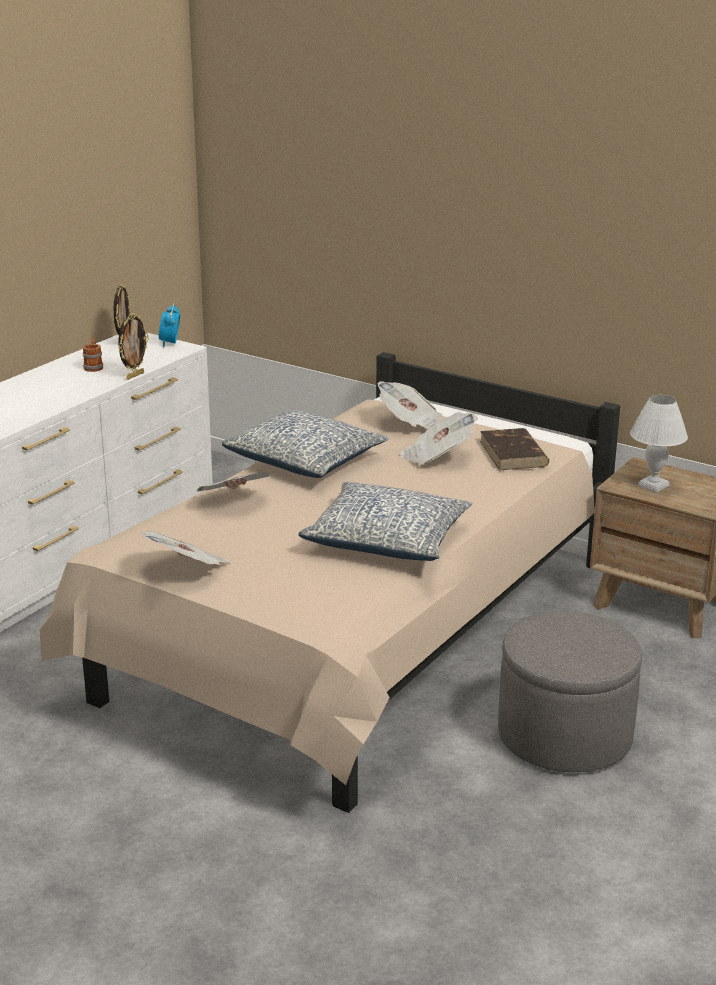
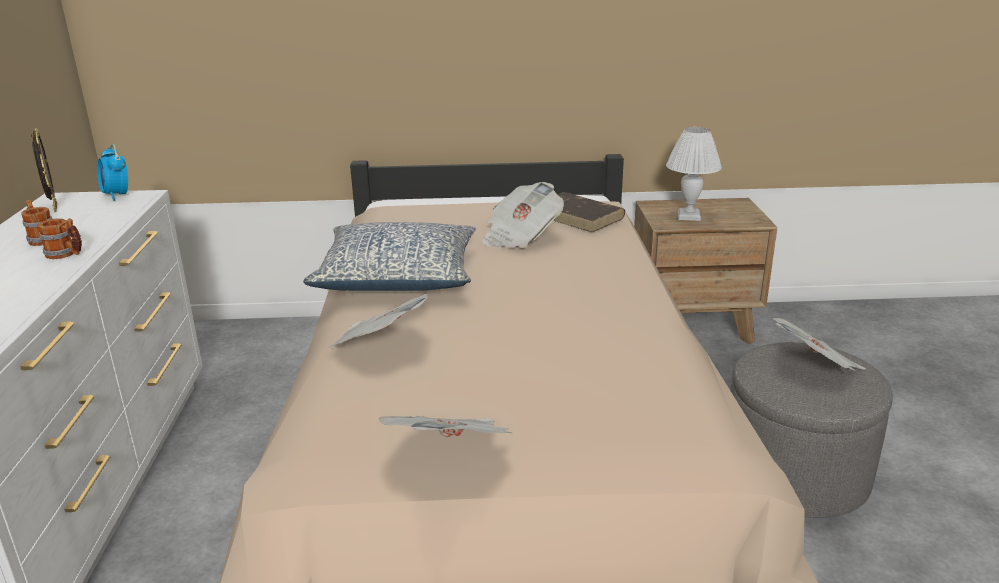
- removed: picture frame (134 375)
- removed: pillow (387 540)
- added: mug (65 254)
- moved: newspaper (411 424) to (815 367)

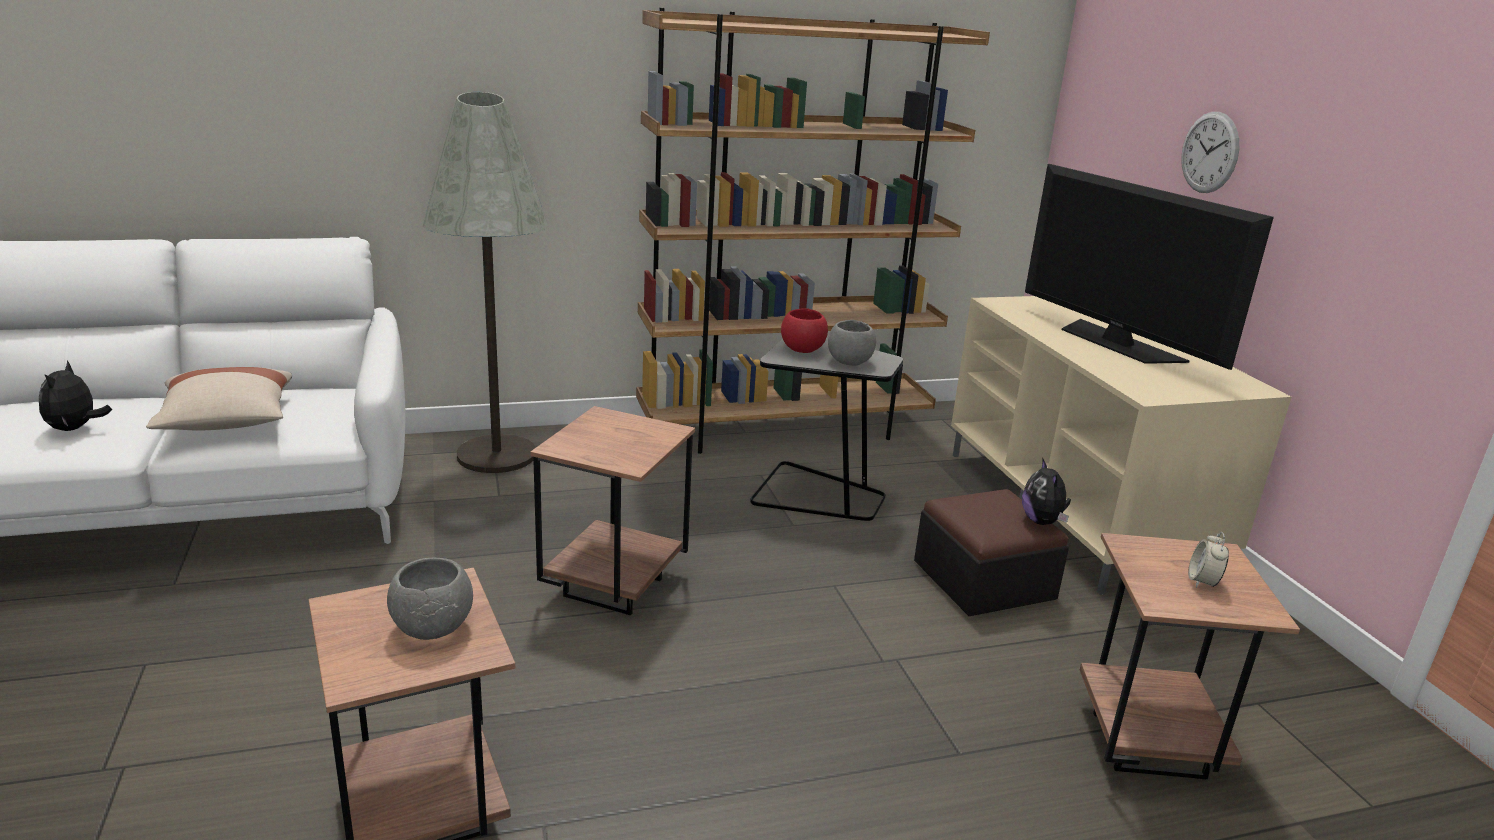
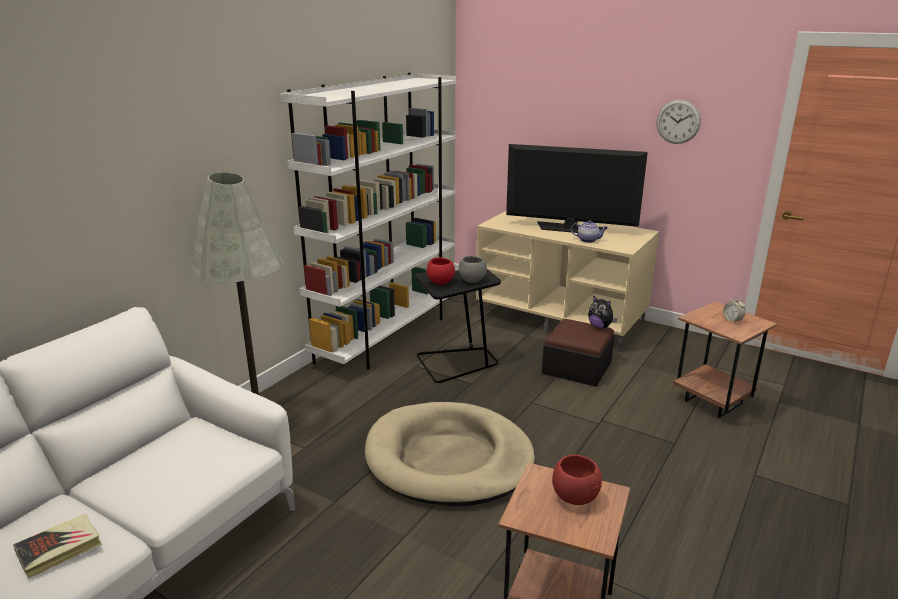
- removed: pillow (beige) (227 422)
- added: teapot (588 240)
- moved: wall clock (1209 152) to (678 122)
- replaced: plush toy (75 428) to book (60 549)
- replaced: side table (brown) (616 587) to dog bed (beige) (449 459)
- recoloured: bowl (grey) (433 627) to bowl (red) (574 496)
- recoloured: bookcase (brown) (785 429) to bookcase (white) (387 336)

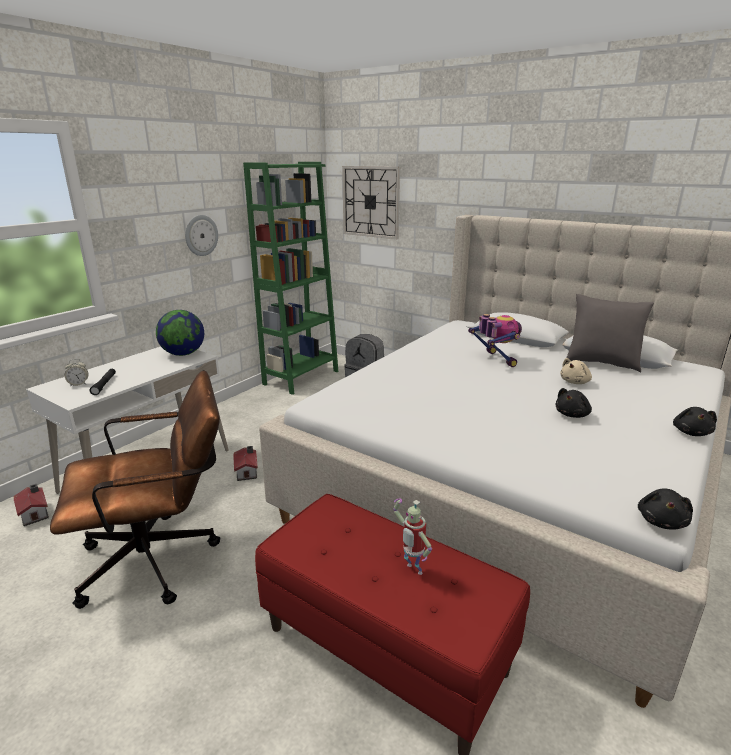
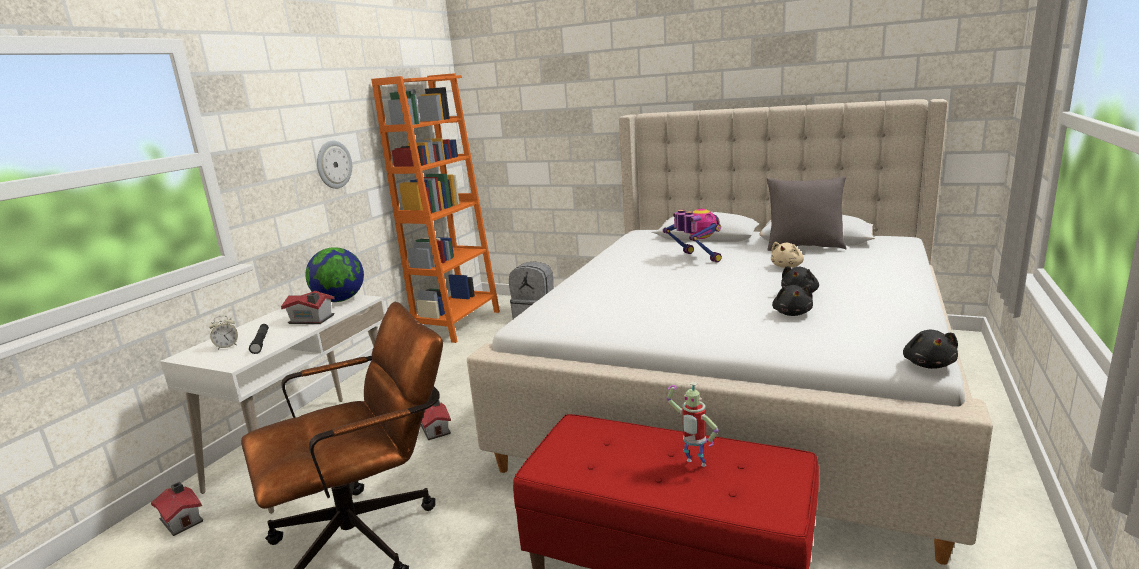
- removed: wall clock (371 202)
- added: toy house (312 320)
- moved: plush toy (black) (691 432) to (792 313)
- recoloured: bookcase (green) (301 377) to bookcase (orange) (458 324)

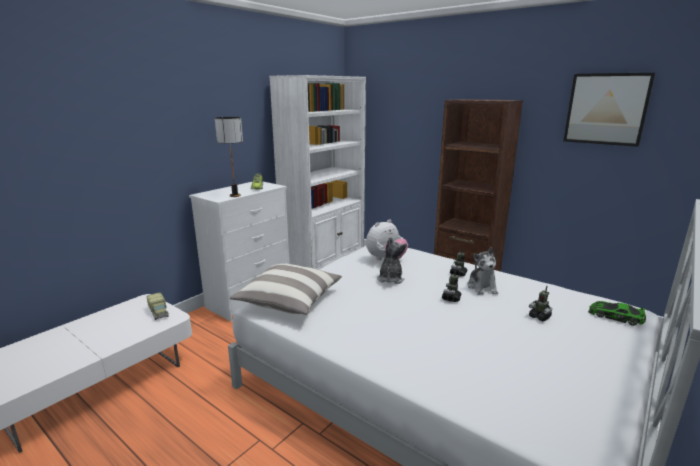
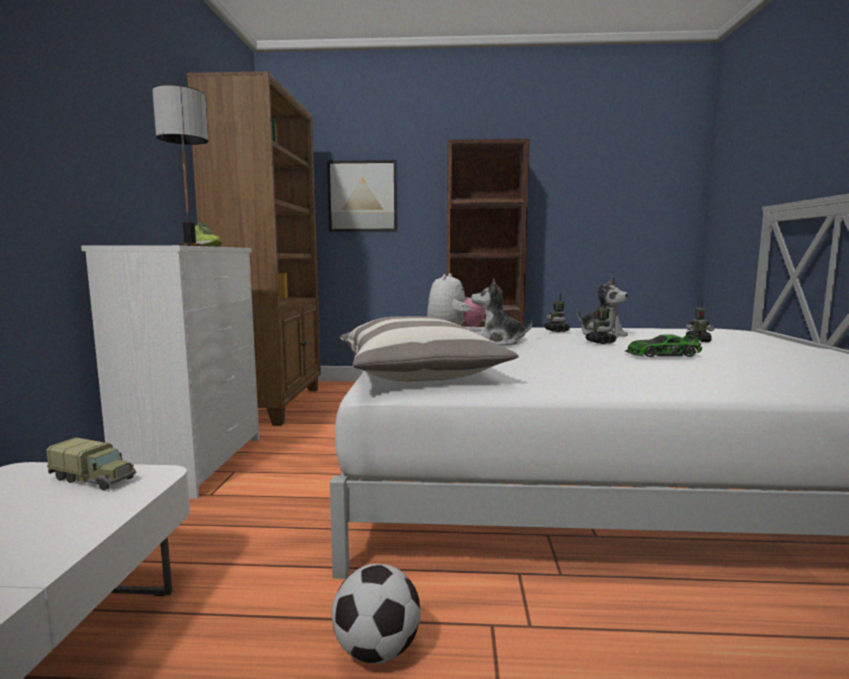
- added: football (377 651)
- moved: picture (606 109) to (362 196)
- moved: toy car (615 316) to (661 354)
- recoloured: bookcase (white) (324 265) to bookcase (brown) (273 404)
- turned: plush toy (390 279) = (498 342) 60 degrees counterclockwise

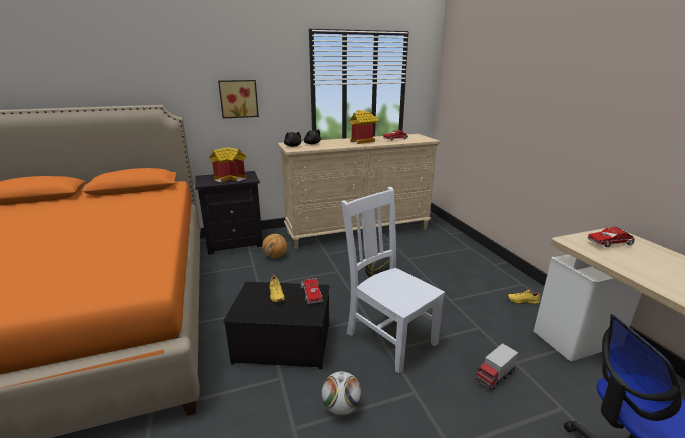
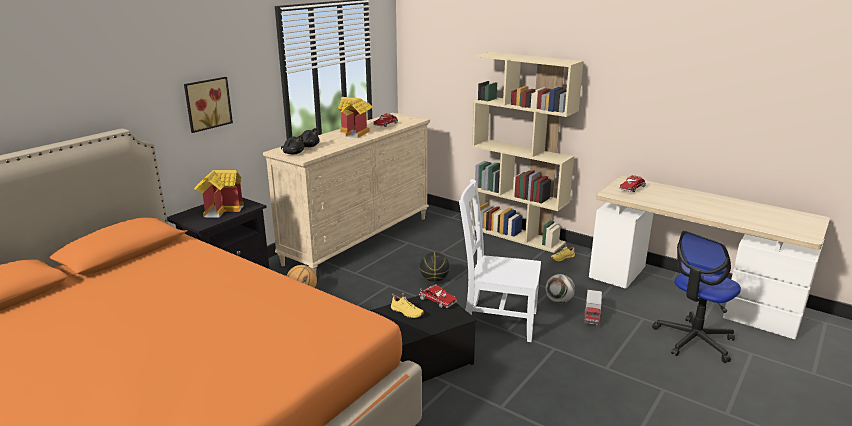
- added: bookcase (beige) (517 235)
- moved: football (341 407) to (558 301)

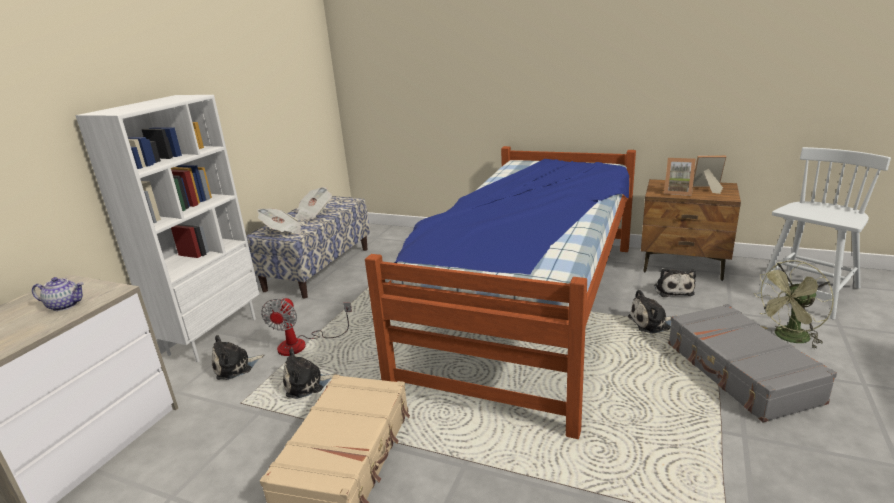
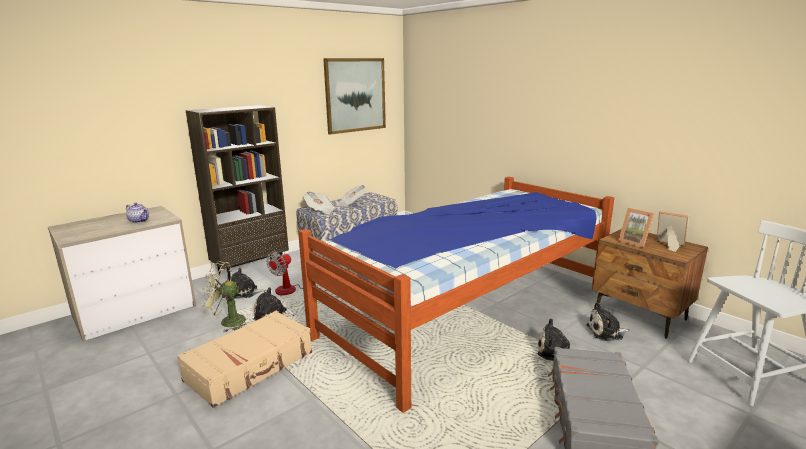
- added: picture (355 95)
- moved: fan (green) (788 338) to (227 322)
- recoloured: bookcase (white) (213 335) to bookcase (brown) (251 270)
- turned: plush toy (673 290) = (606 332) 60 degrees clockwise

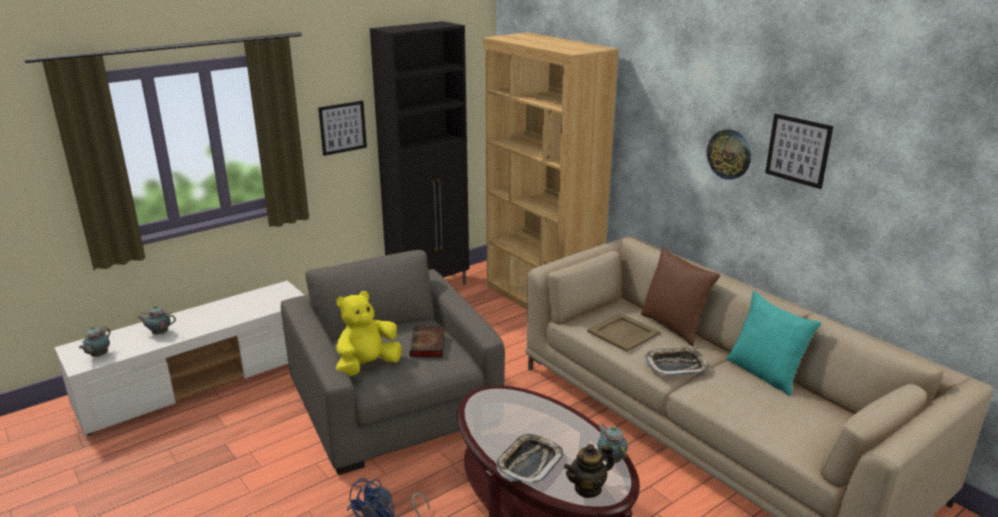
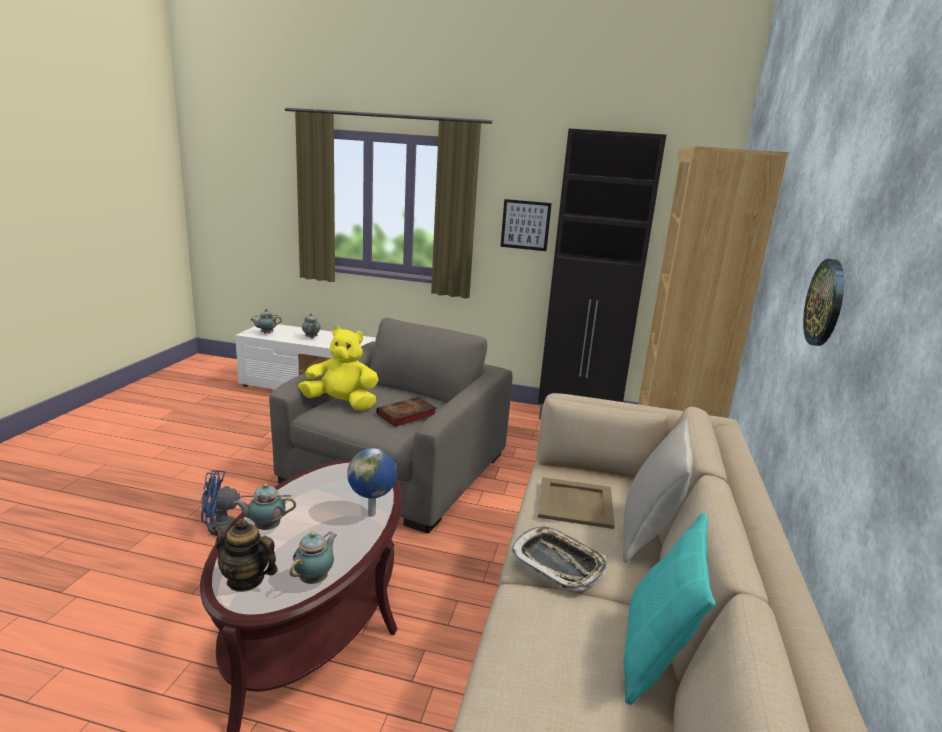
- removed: picture (798 150)
- added: globe (372 514)
- replaced: tray (529 463) to teapot (265 527)
- recoloured: pillow (brown) (673 327) to pillow (grey) (648 535)

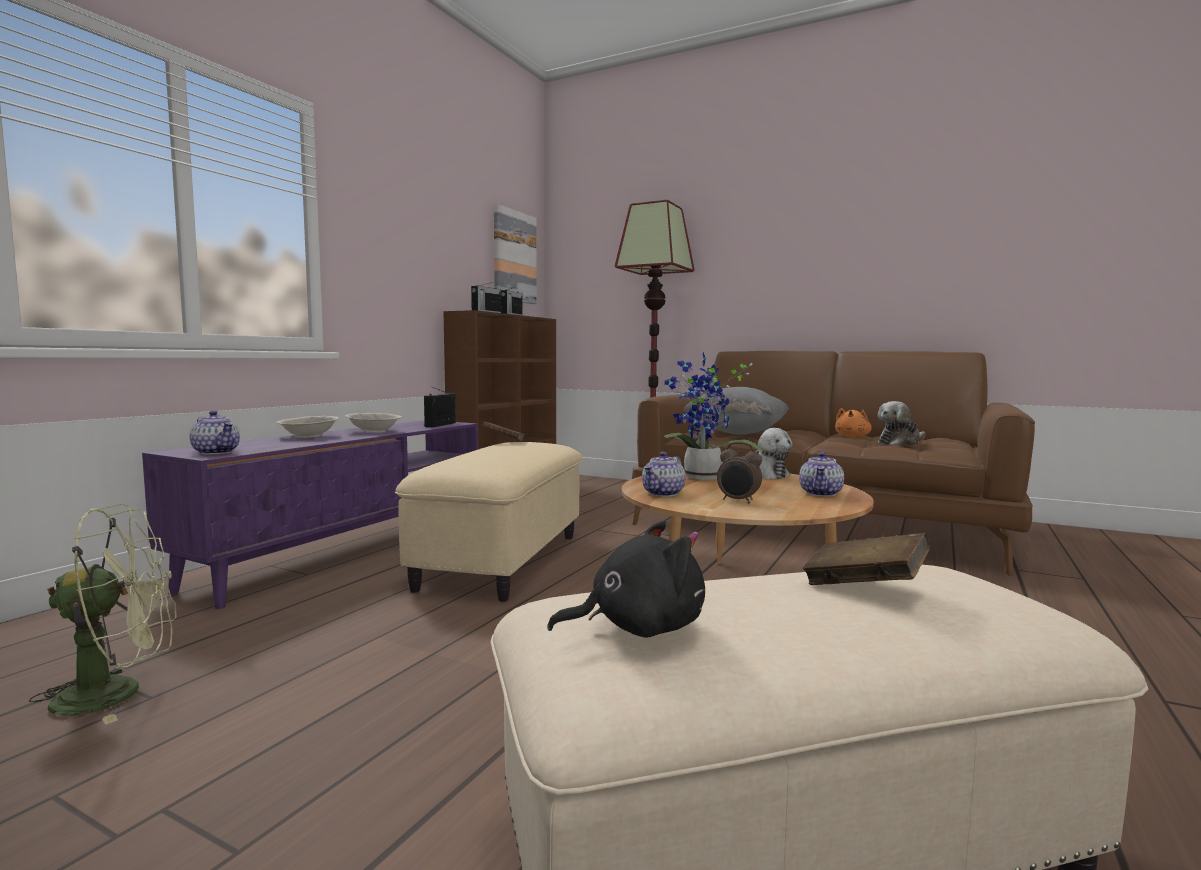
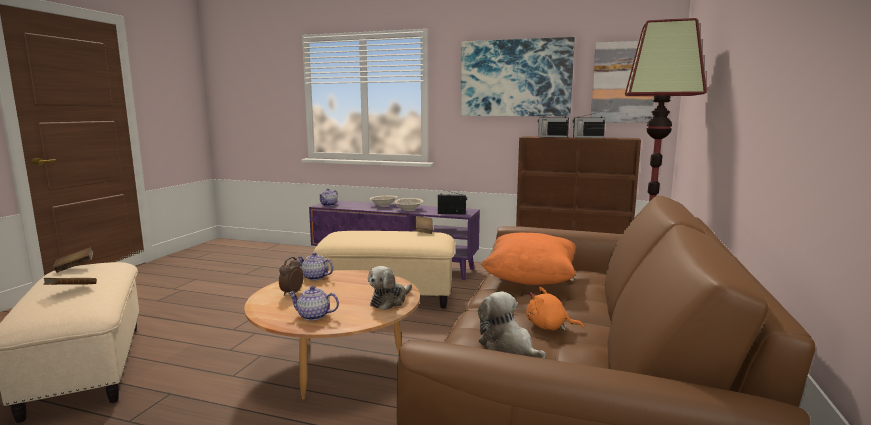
- removed: fan (green) (118 693)
- removed: potted plant (701 478)
- added: picture (515 78)
- replaced: plush toy (black) (638 628) to book (brown) (75 268)
- recoloured: pillow (grey) (737 433) to pillow (orange) (530 280)

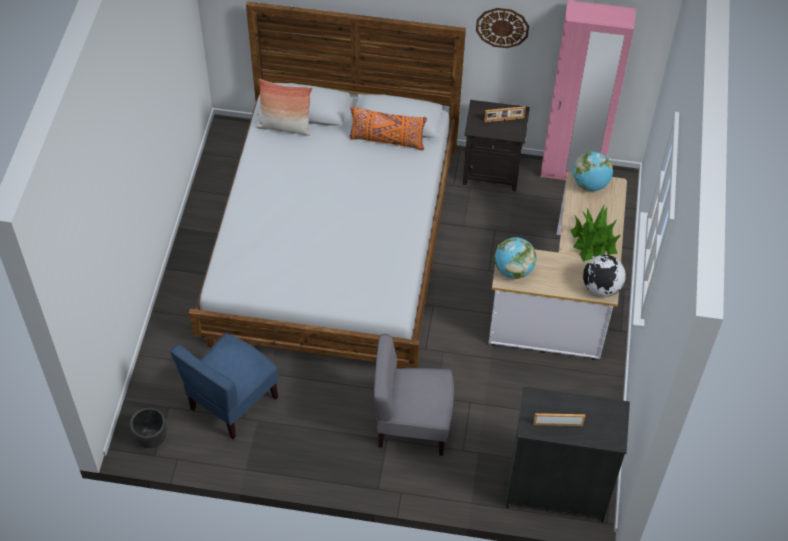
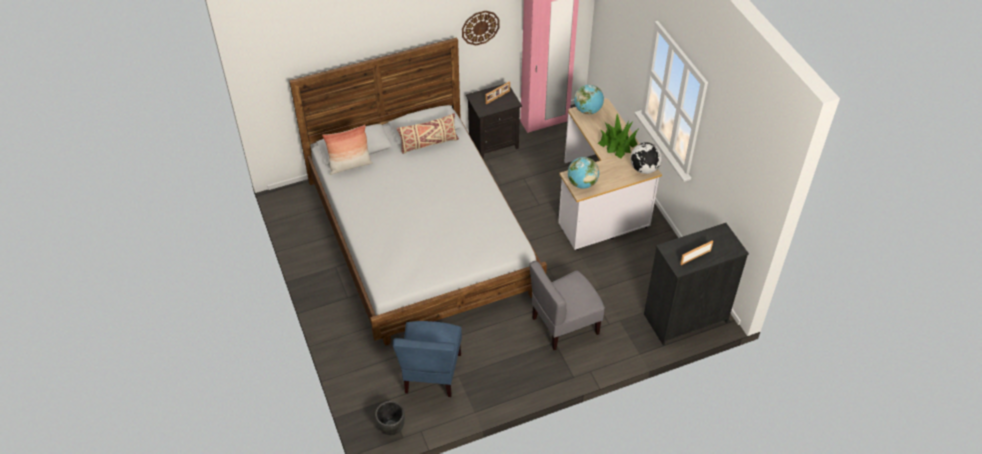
- recoloured: pillow (orange) (387 140) to pillow (beige) (428 143)

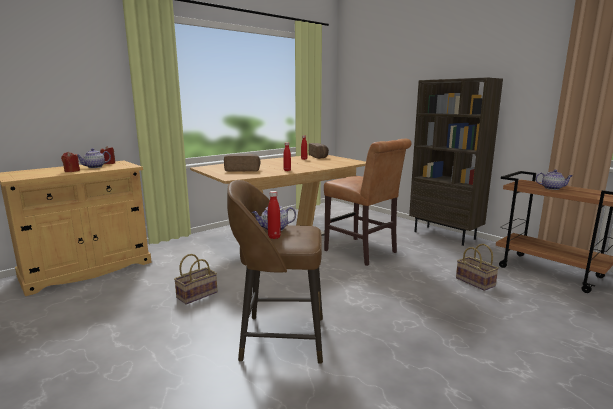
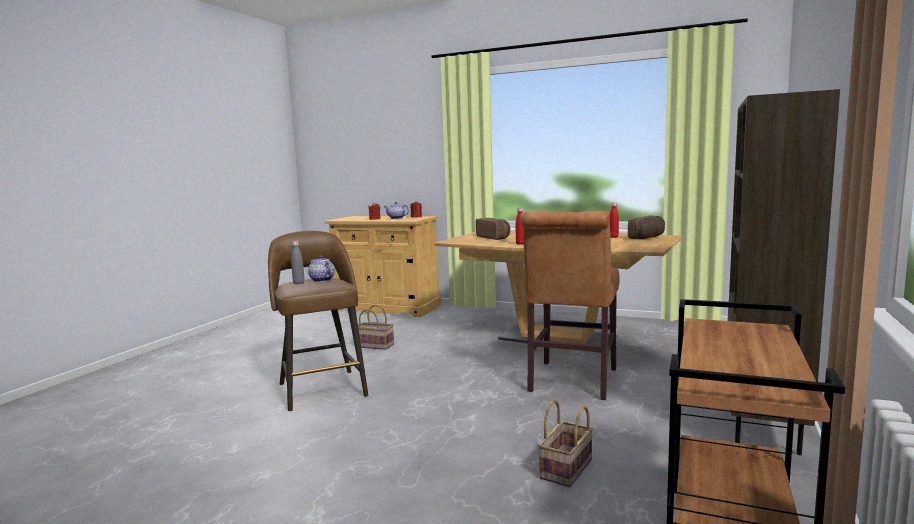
- removed: teapot (552 188)
- recoloured: bottle (red) (274 237) to bottle (grey) (298 283)

